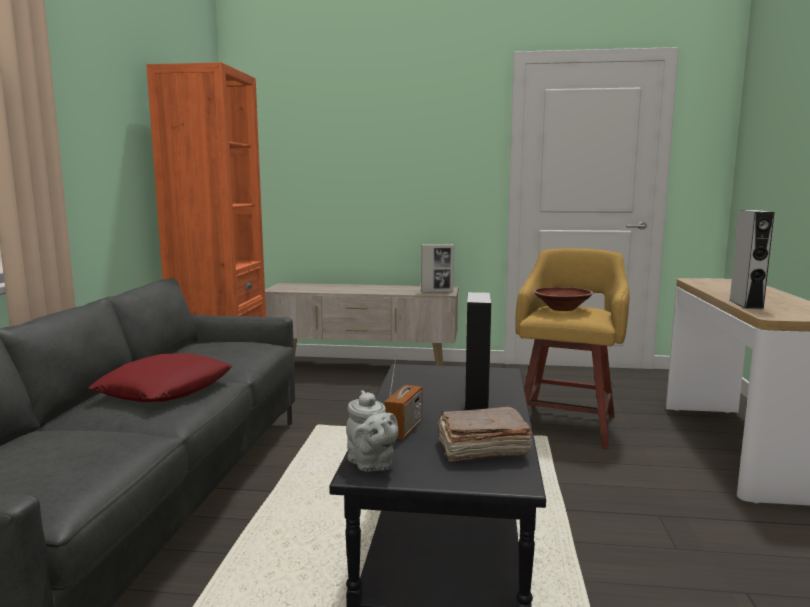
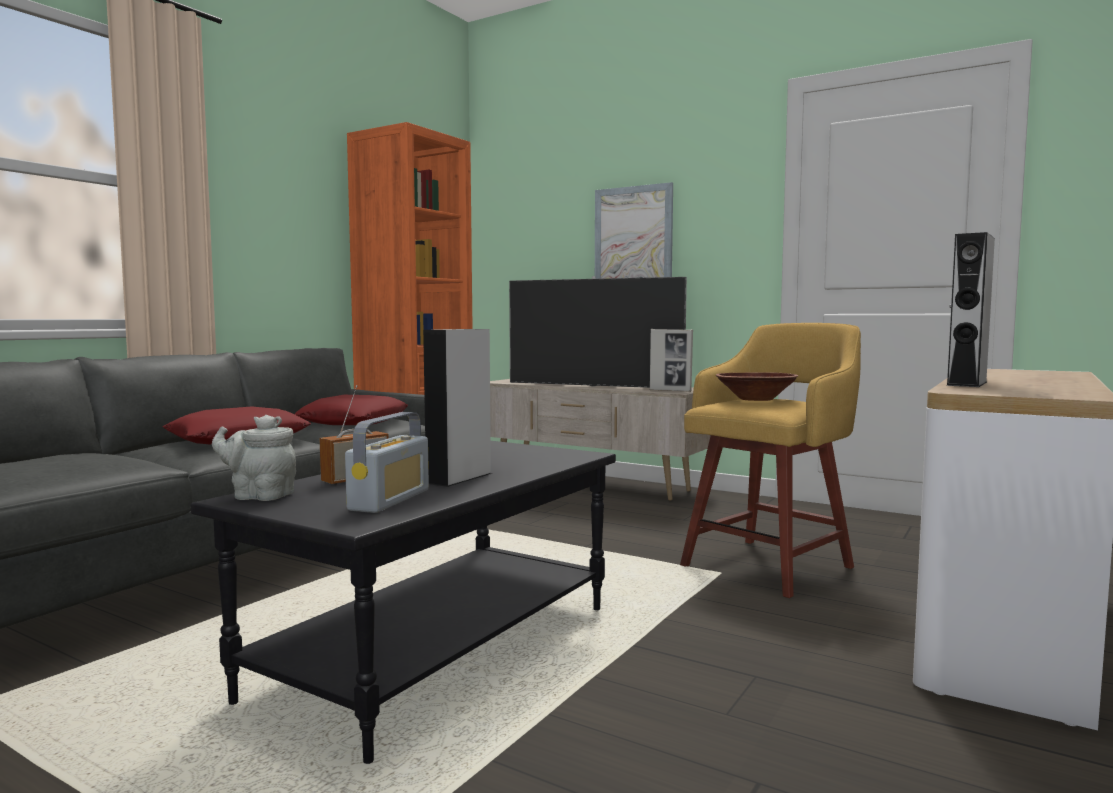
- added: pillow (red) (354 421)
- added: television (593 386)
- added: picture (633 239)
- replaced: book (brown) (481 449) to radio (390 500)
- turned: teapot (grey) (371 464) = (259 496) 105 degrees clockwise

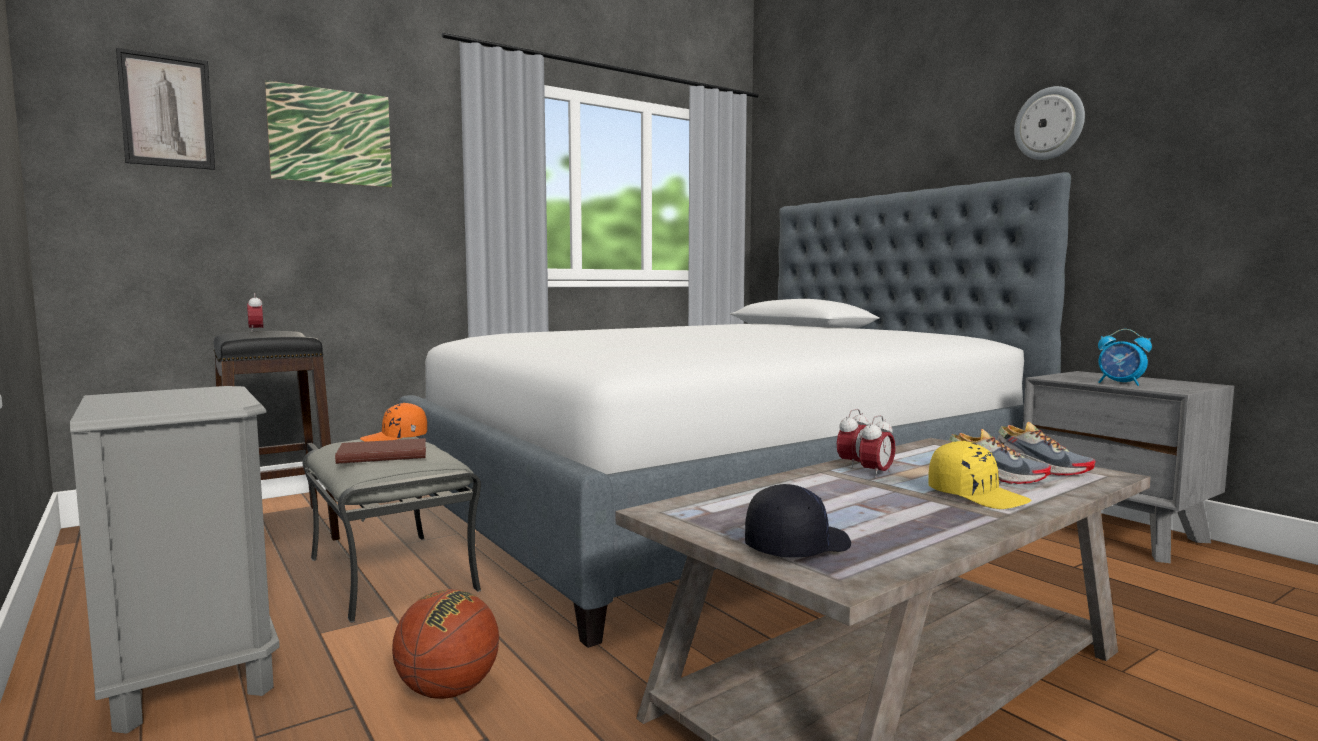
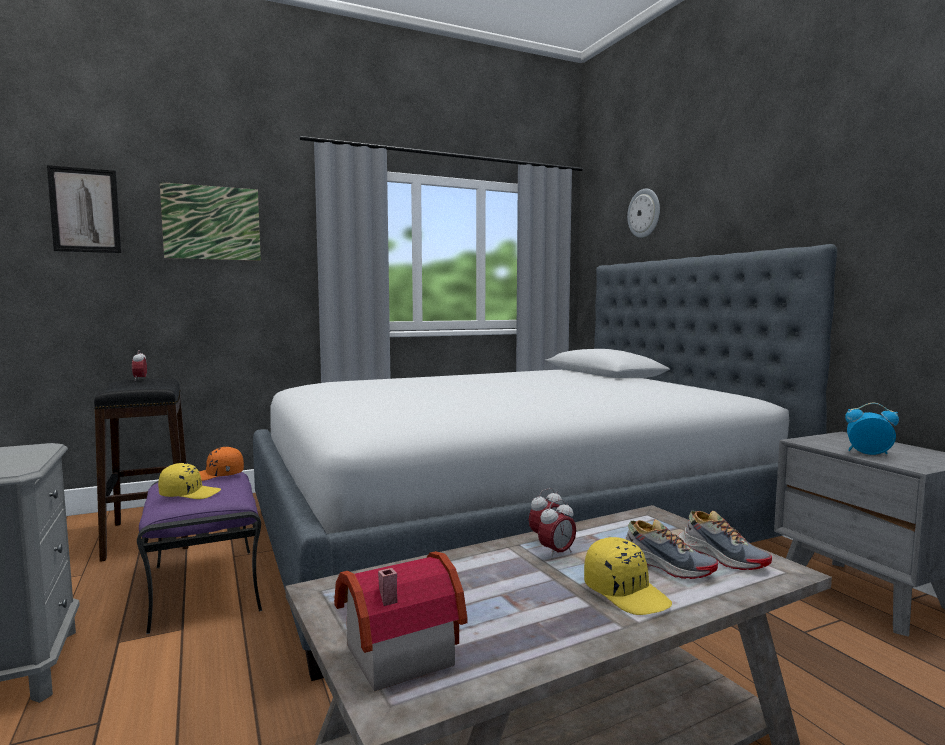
- removed: basketball (448 691)
- moved: wall clock (1049 124) to (644 213)
- replaced: book (brown) (382 454) to cap (yellow) (190 494)
- replaced: cap (black) (796 546) to toy house (394 652)
- recoloured: ottoman (grey) (393 573) to ottoman (purple) (207 586)
- turned: alarm clock (1120 384) = (867 454) 150 degrees clockwise

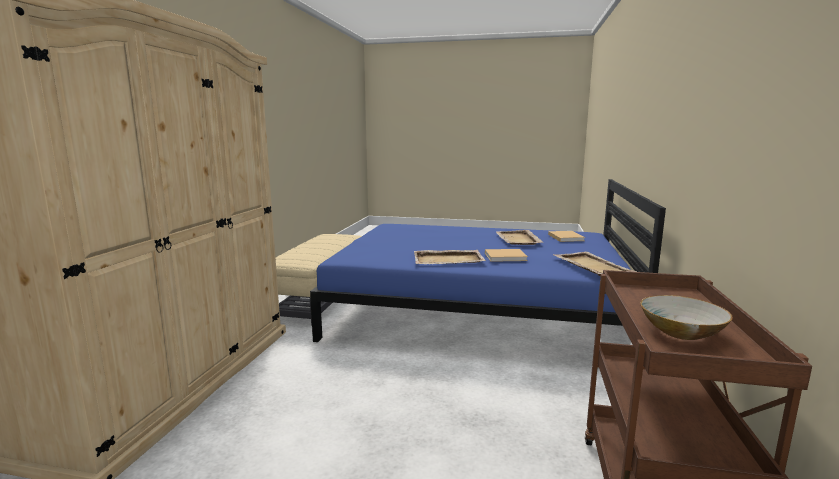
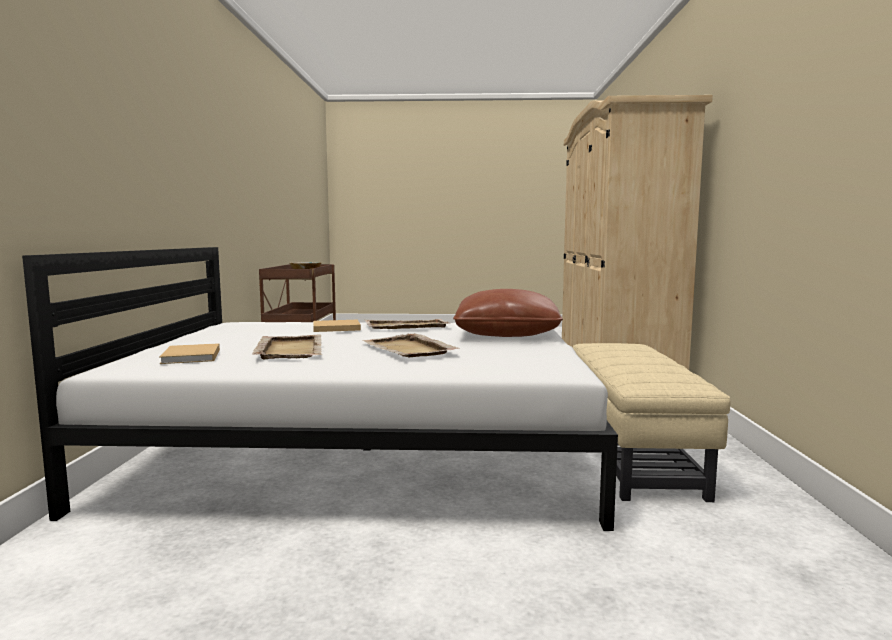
- added: pillow (brown) (506 334)
- moved: tray (beige) (591 266) to (409 349)
- recoloured: bed (blue) (478 311) to bed (white) (362 448)

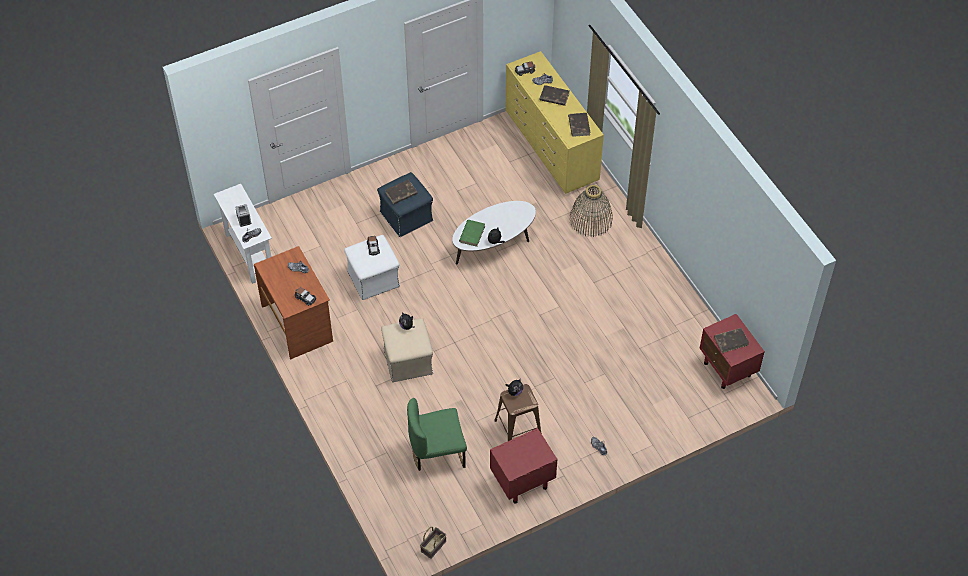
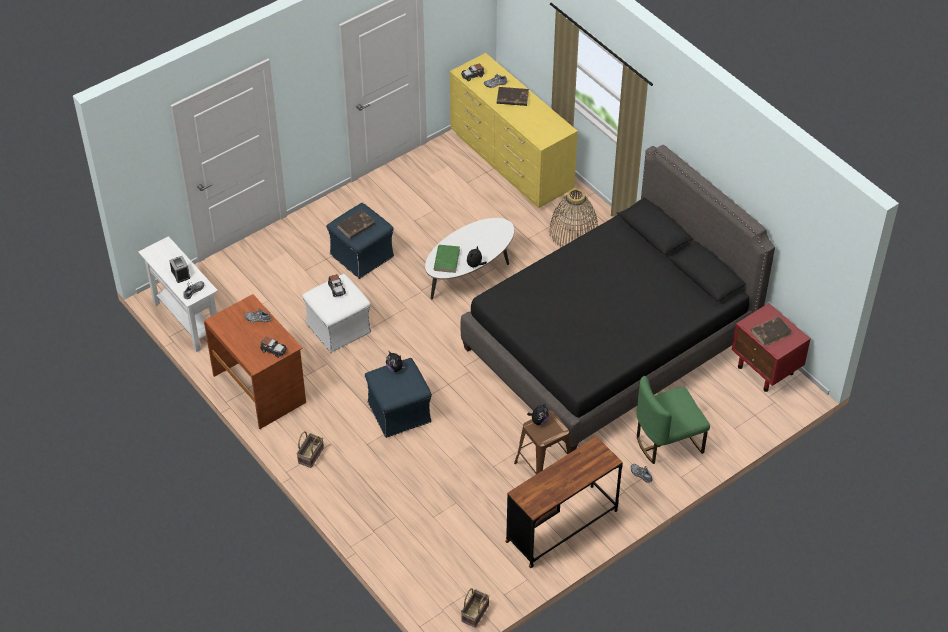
- removed: book (brown) (579 125)
- added: basket (310 455)
- added: bed (black) (609 342)
- moved: chair (green) (437 452) to (667 442)
- replaced: nightstand (red) (521 482) to desk (brown) (562 526)
- recoloured: ottoman (beige) (408 362) to ottoman (blue) (399 413)

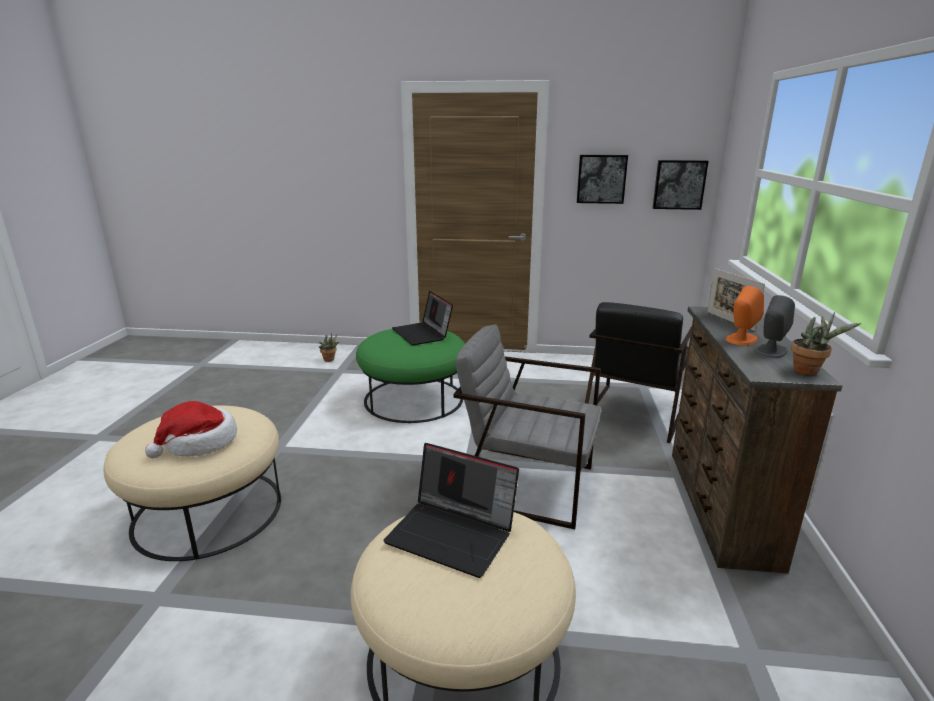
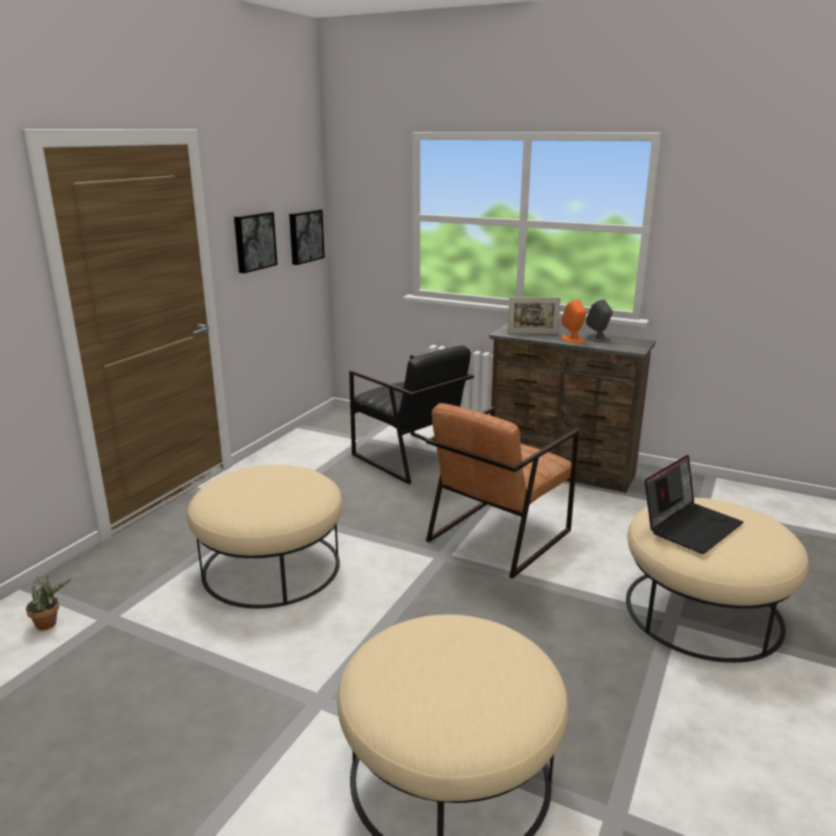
- removed: hat (199 443)
- removed: laptop (423 334)
- removed: potted plant (809 371)
- recoloured: ottoman (green) (414 399) to ottoman (beige) (271 566)
- recoloured: armchair (grey) (527 484) to armchair (brown) (498 535)

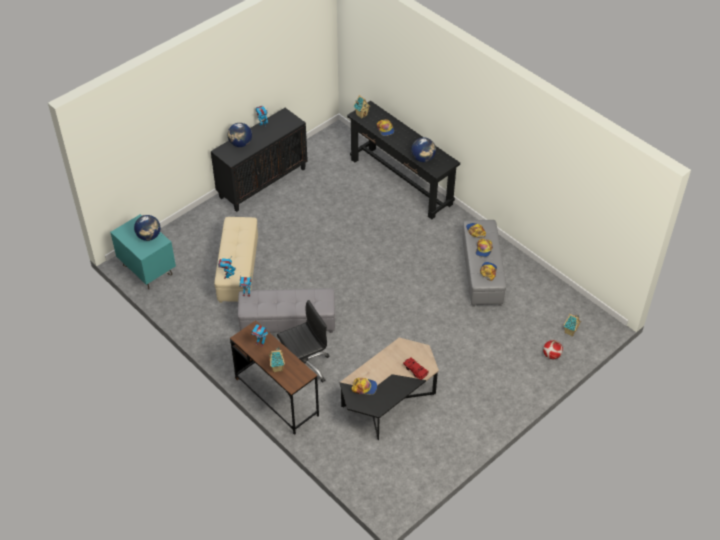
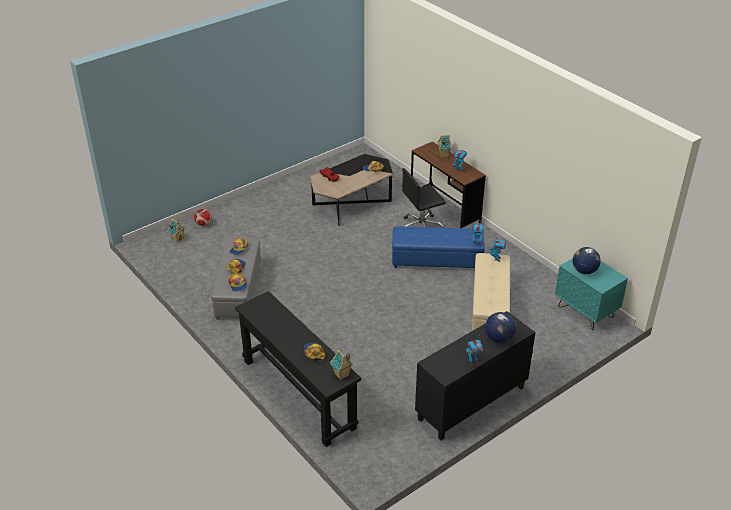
- removed: globe (423 158)
- recoloured: ottoman (grey) (287 322) to ottoman (blue) (437 260)

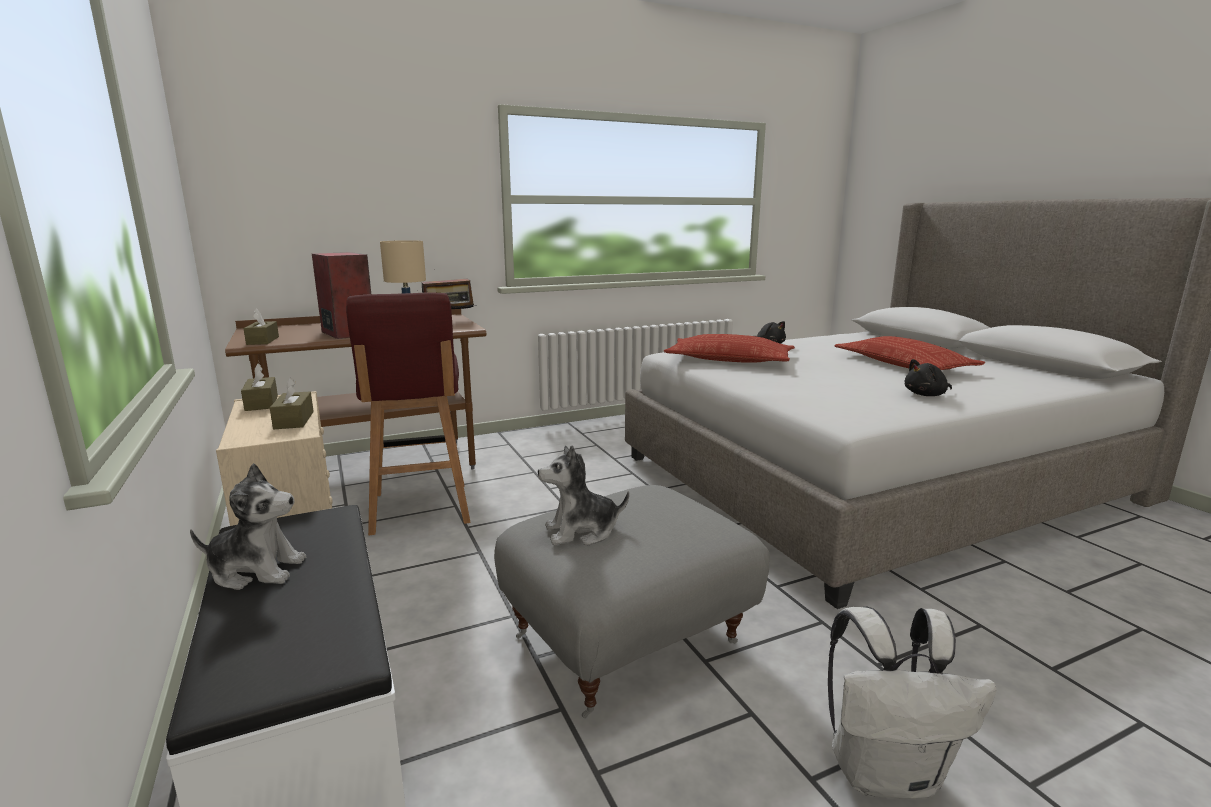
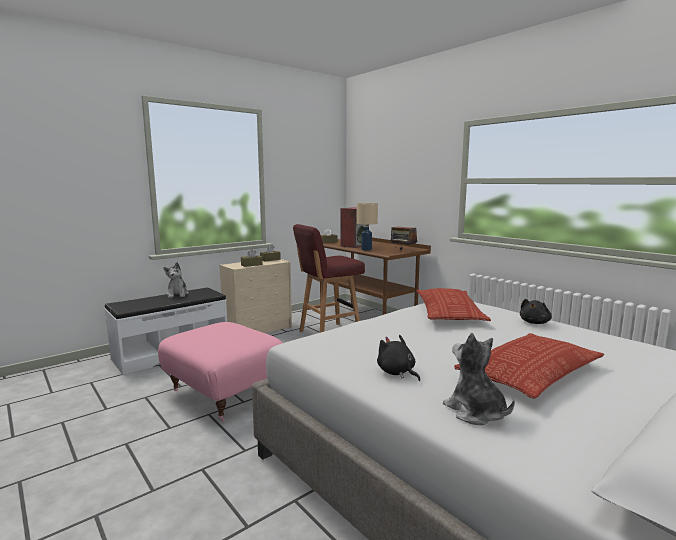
- removed: backpack (white) (886 772)
- moved: plush toy (581 532) to (475 412)
- recoloured: ottoman (grey) (628 642) to ottoman (pink) (223 394)

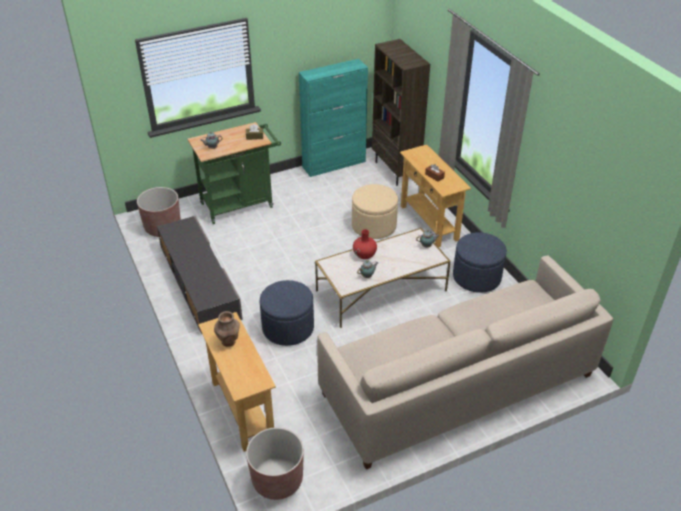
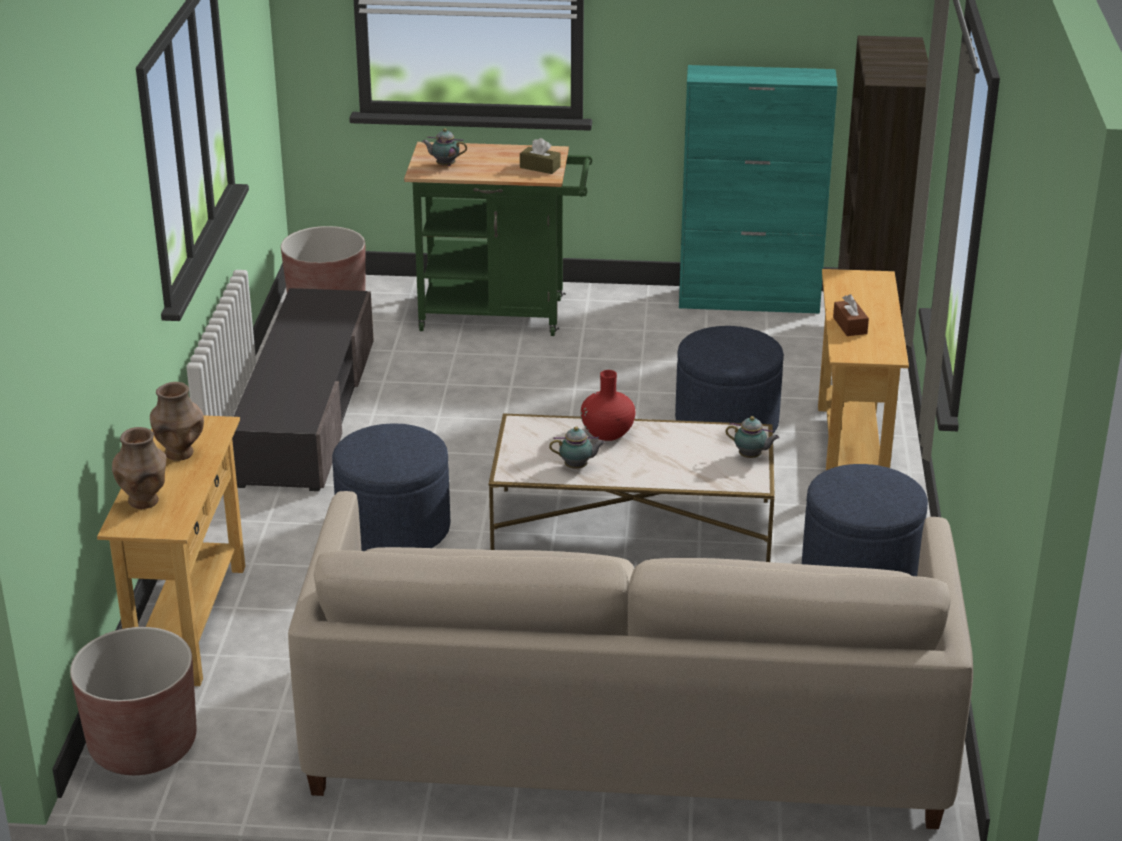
- added: vase (brown) (144 501)
- recoloured: ottoman (beige) (374 226) to ottoman (blue) (727 422)

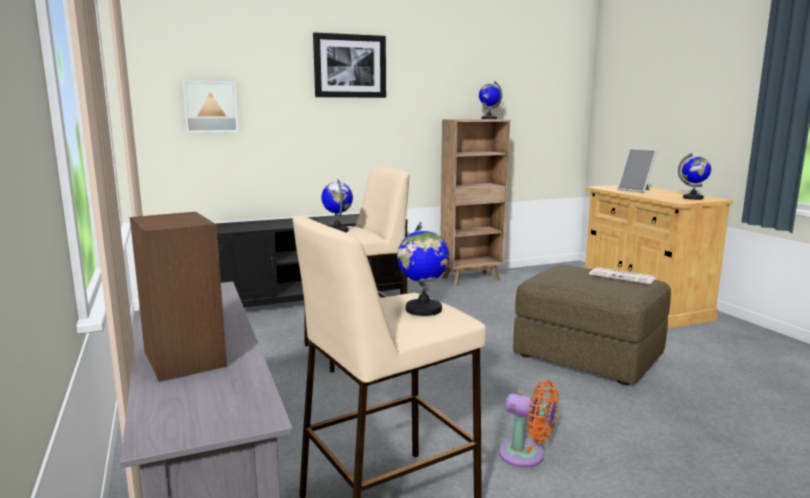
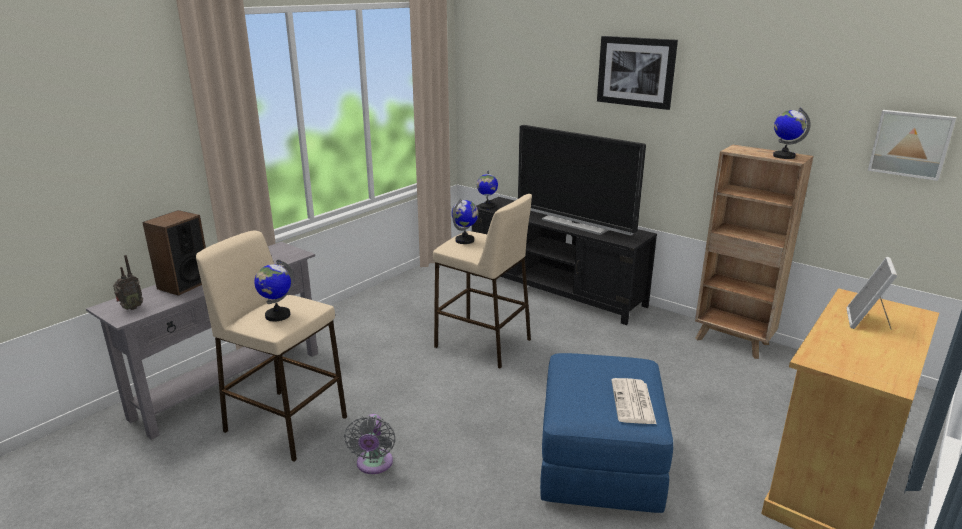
- added: radio (131 308)
- added: television (575 224)
- moved: picture (210 106) to (910 144)
- moved: globe (693 198) to (487 207)
- recoloured: fan (orange) (526 456) to fan (grey) (374 465)
- recoloured: ottoman (brown) (589 355) to ottoman (blue) (599 463)

